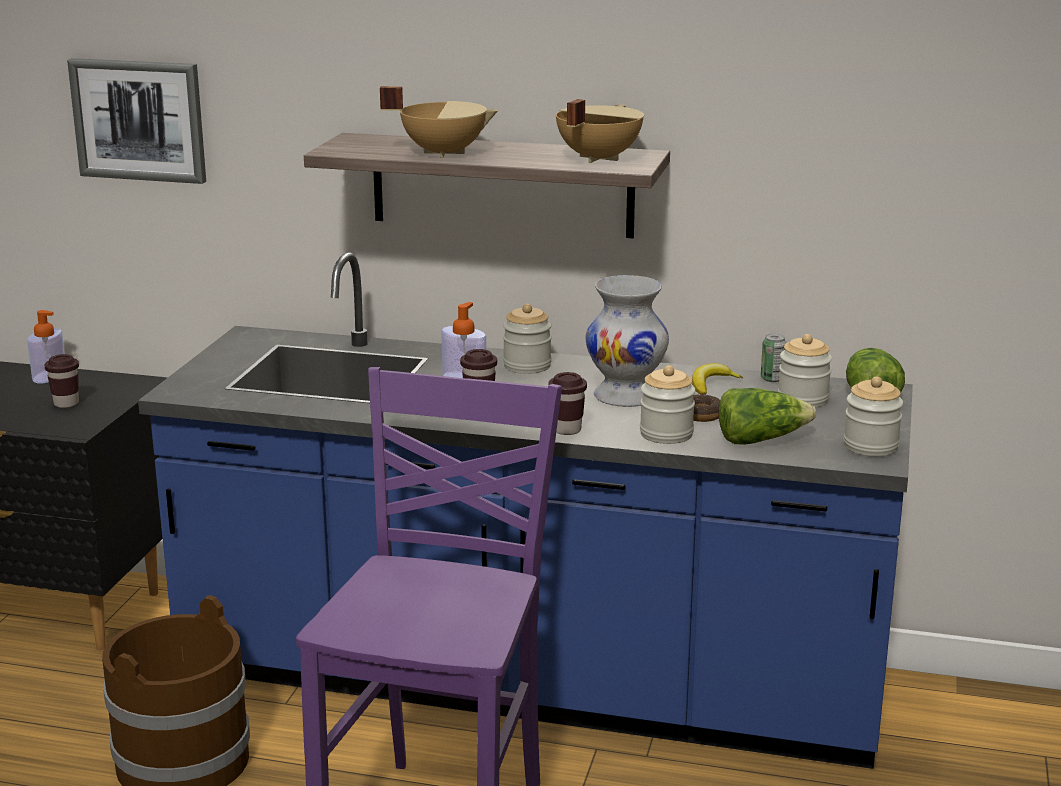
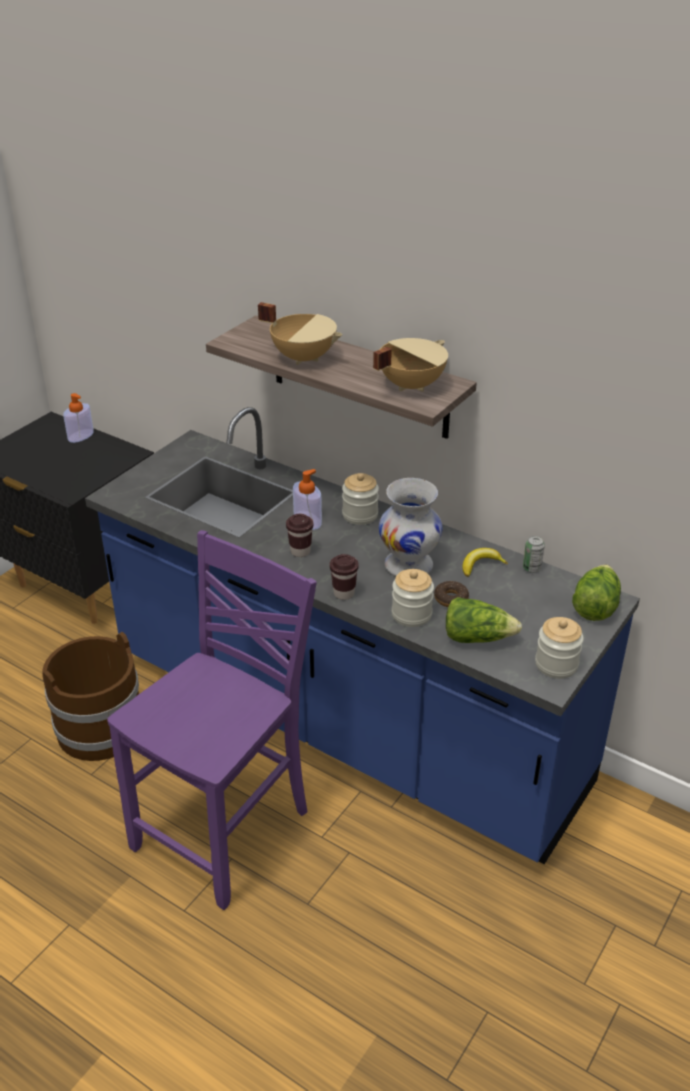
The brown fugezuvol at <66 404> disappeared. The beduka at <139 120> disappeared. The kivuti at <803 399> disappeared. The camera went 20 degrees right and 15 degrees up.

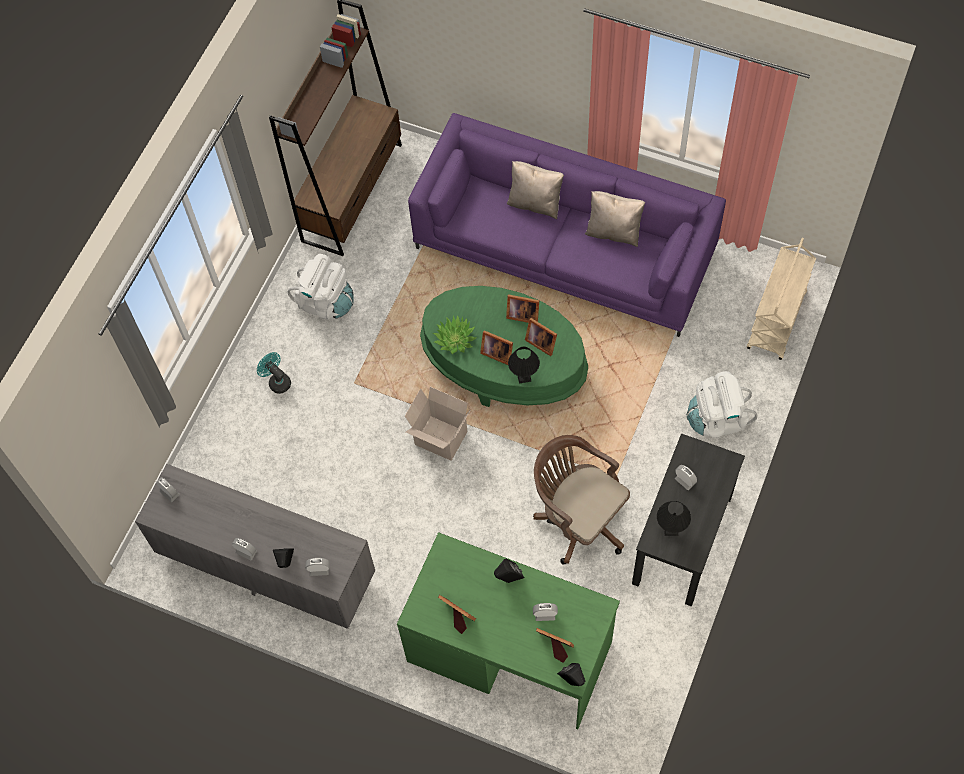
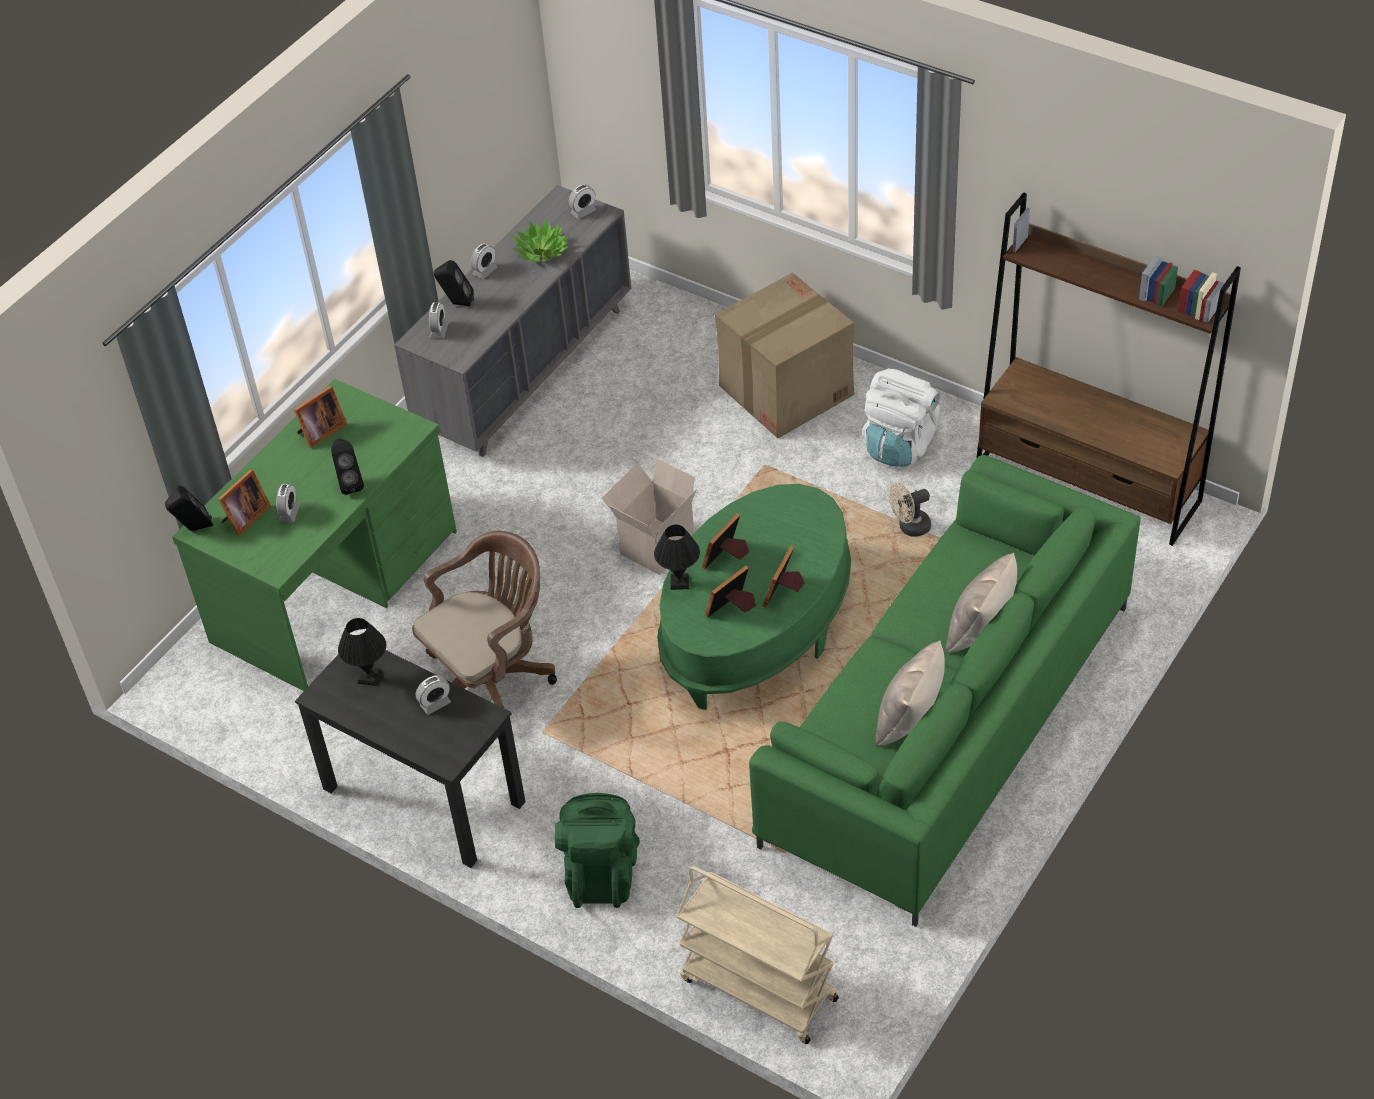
The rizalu moved from <455 339> to <541 251>. The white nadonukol at <717 419> became the green nadonukol at <601 872>. The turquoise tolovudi at <277 381> was replaced by the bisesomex at <785 390>. The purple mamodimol at <564 249> became the green mamodimol at <947 723>. The beige tolovudi at <909 527> appeared. The camera went 100 degrees right and 15 degrees down.

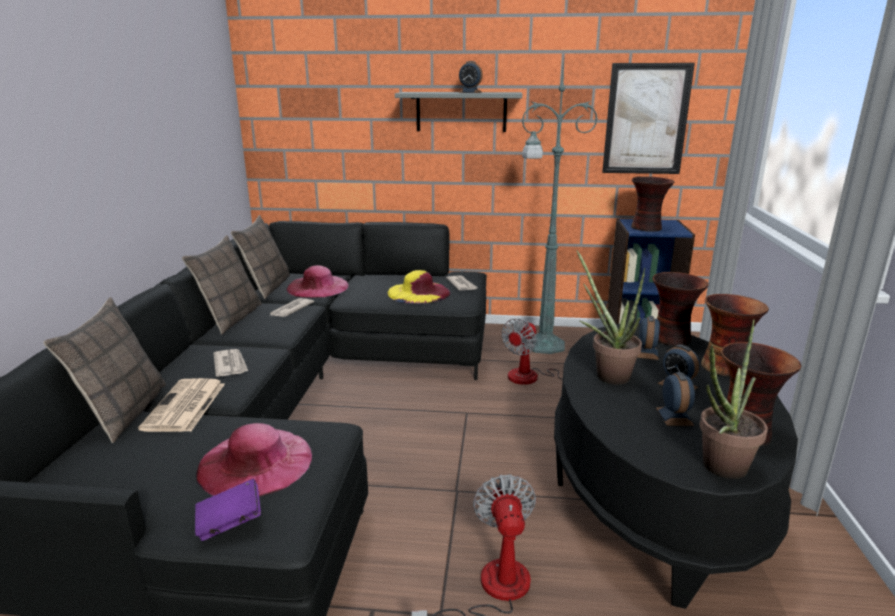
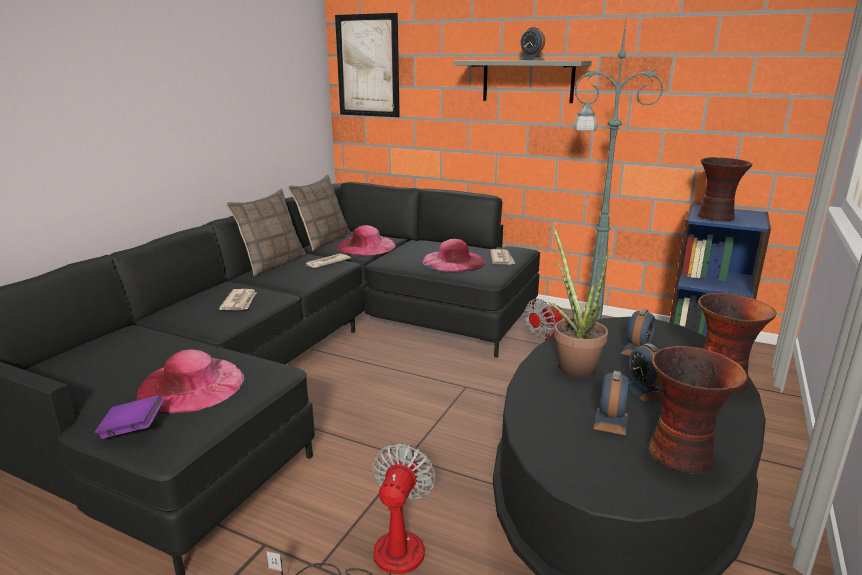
The beduka moved from <646 119> to <368 66>. The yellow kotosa at <418 292> became the pink kotosa at <453 261>. The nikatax at <123 412> disappeared. The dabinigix at <185 407> disappeared. The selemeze at <672 339> disappeared. The rizalu at <719 470> disappeared. The camera went 20 degrees right and 0 degrees up.

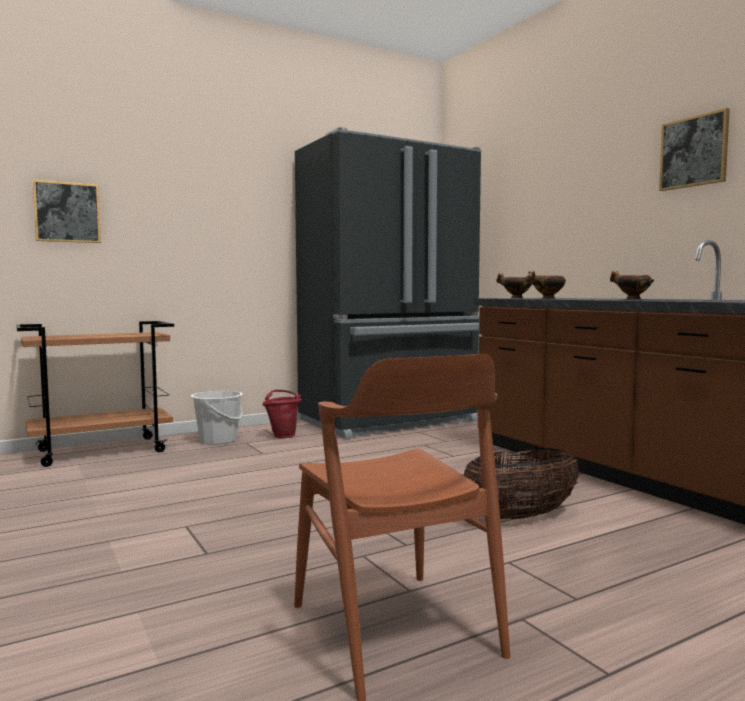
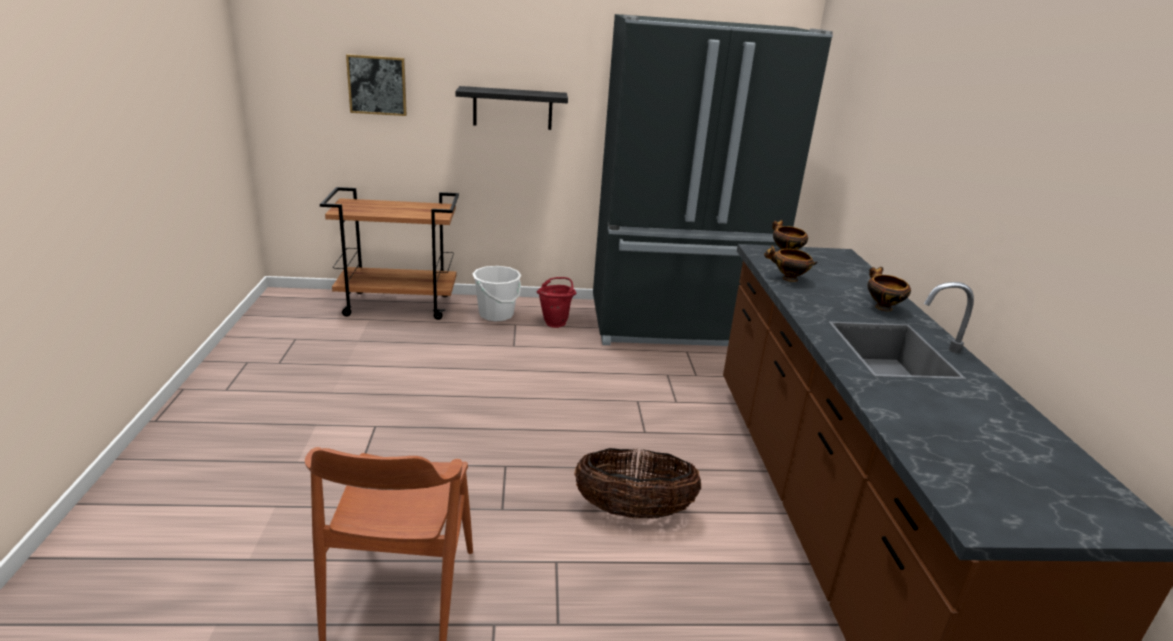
The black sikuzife at <512 108> appeared. The beduka at <694 152> disappeared. The camera went 25 degrees right and 20 degrees up.

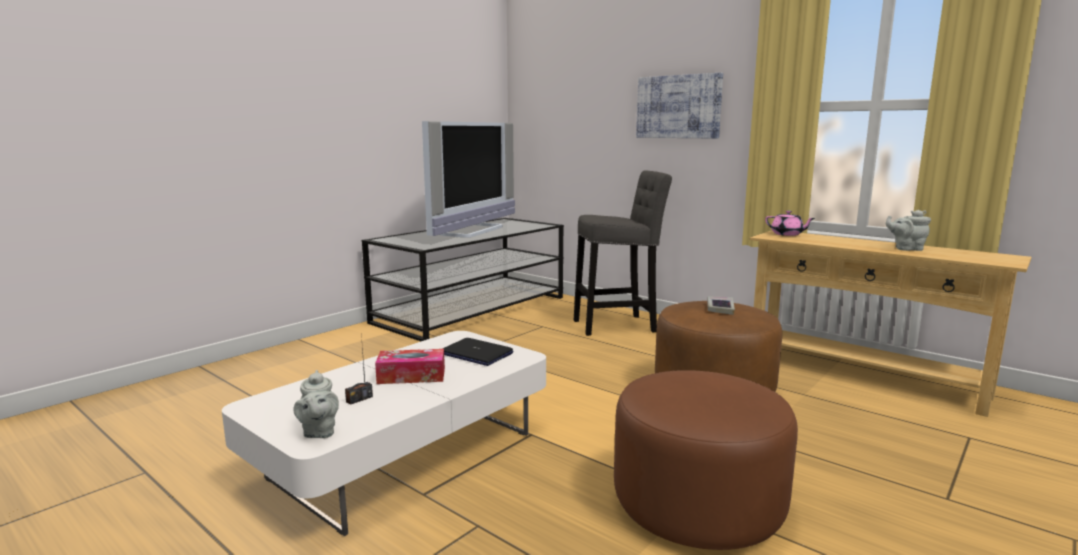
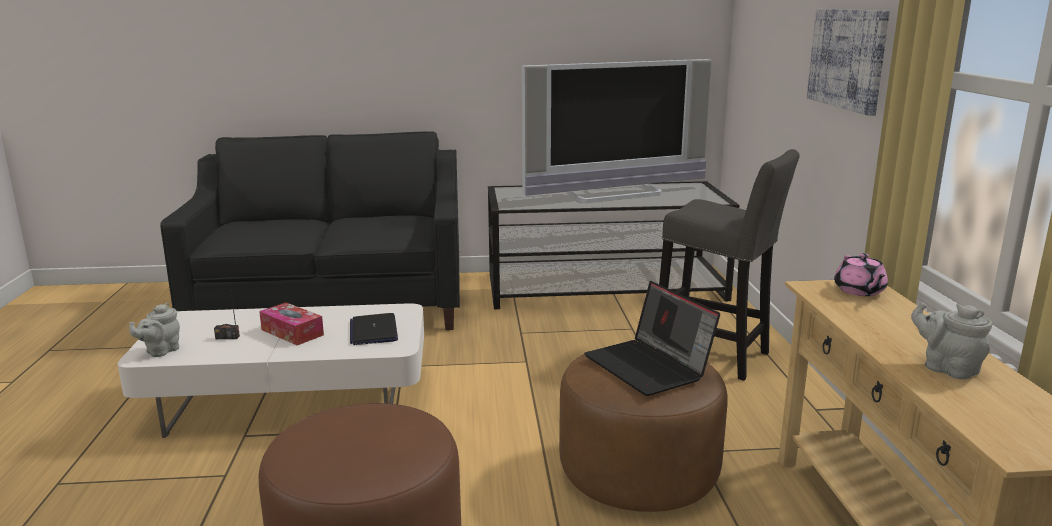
The black mamodimol at <334 304> appeared. The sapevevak at <720 308> was replaced by the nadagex at <650 367>. The camera went 45 degrees right and 5 degrees up.

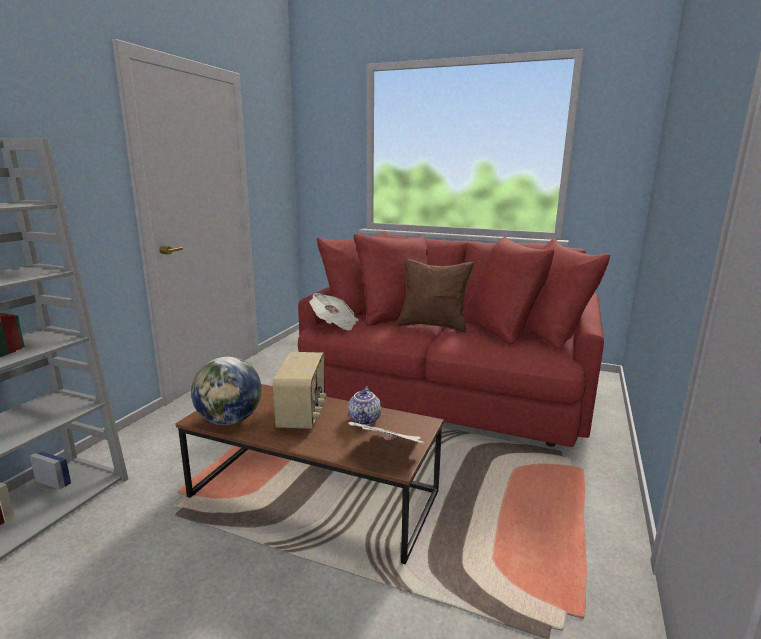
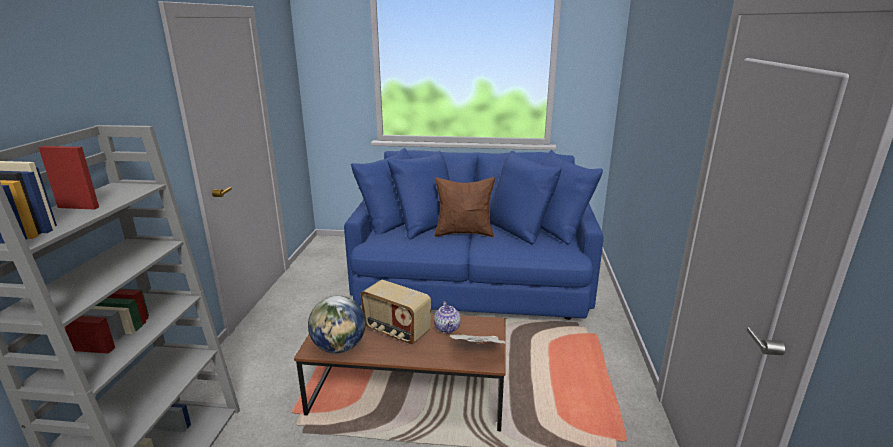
The red mamodimol at <447 387> became the blue mamodimol at <473 279>. The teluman at <303 414> turned 135 degrees clockwise. The dabinigix at <334 324> disappeared. The camera went 15 degrees left and 5 degrees up.

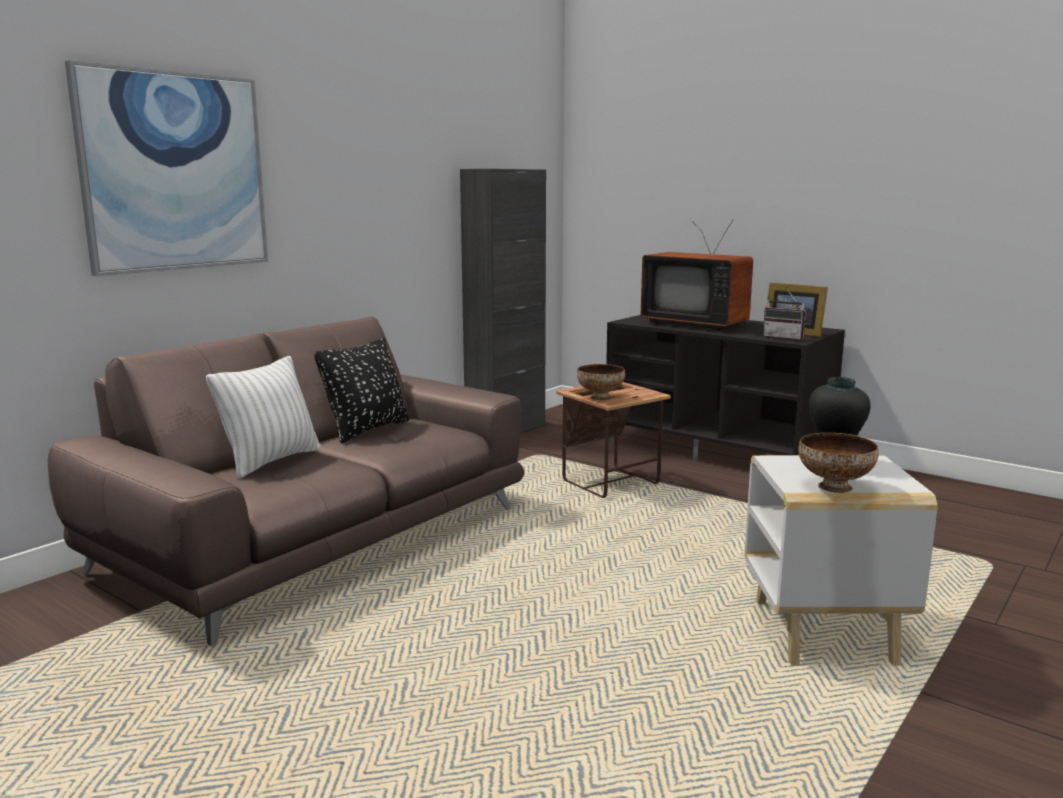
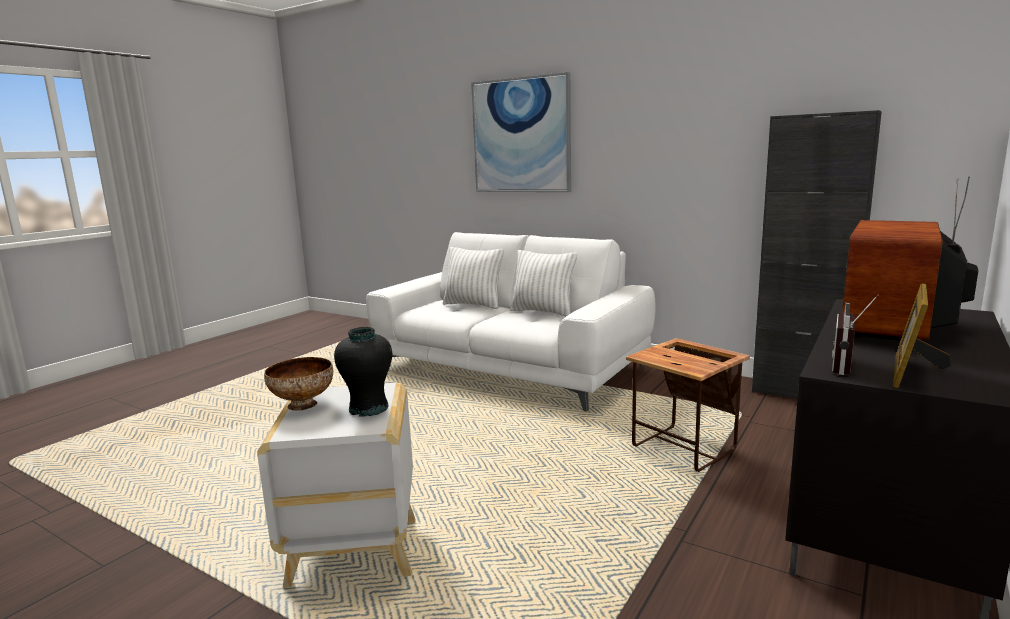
The brown mamodimol at <317 539> became the white mamodimol at <510 367>. The black nikatax at <367 430> became the white nikatax at <543 312>. The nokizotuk at <600 397> disappeared. The camera went 85 degrees right and 0 degrees up.

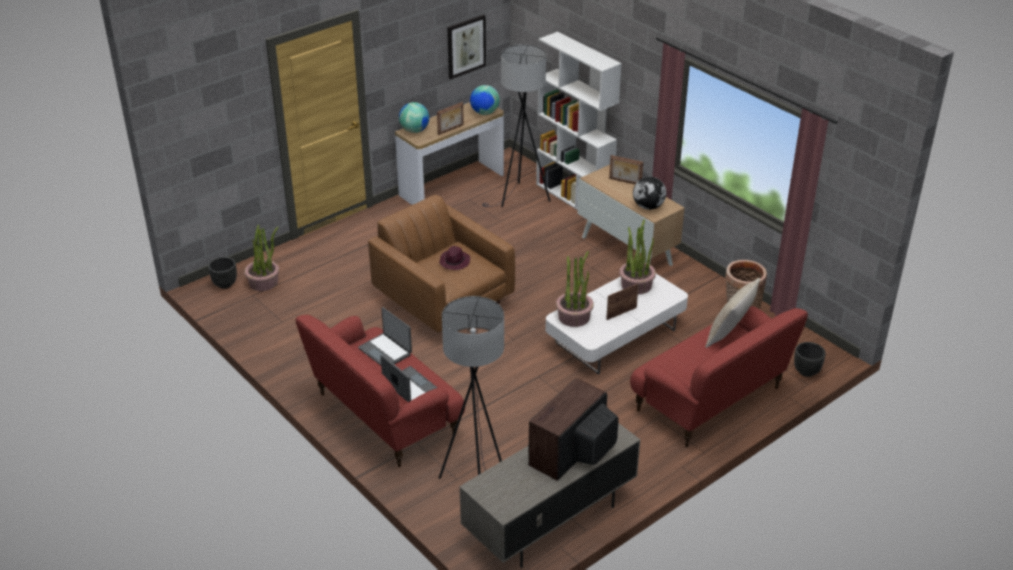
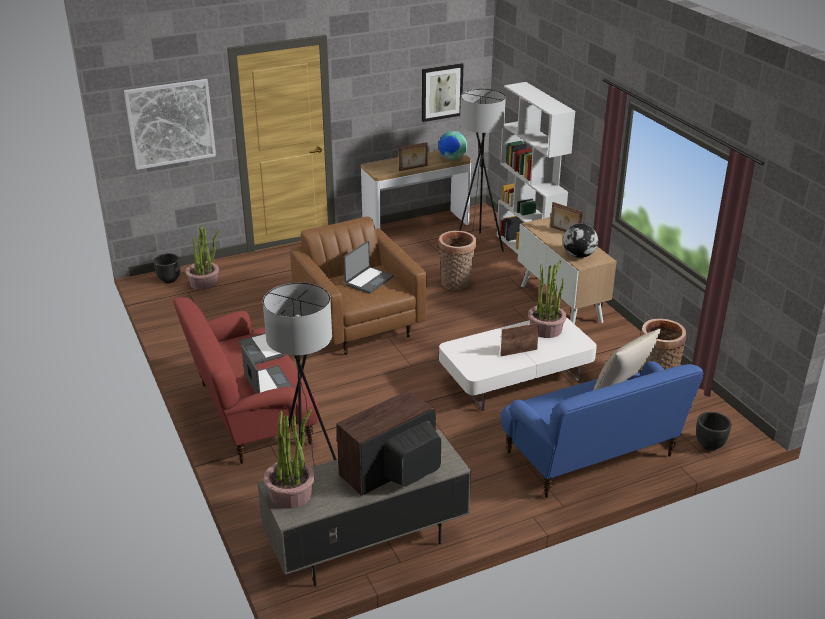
The beduka at <171 123> appeared. The rizalu moved from <574 317> to <291 493>. The purple kotosa at <454 261> was replaced by the nadagex at <368 280>. The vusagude at <456 284> appeared. The red mamodimol at <711 401> became the blue mamodimol at <591 456>. The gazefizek at <414 130> disappeared. The camera went 15 degrees right and 5 degrees down.

